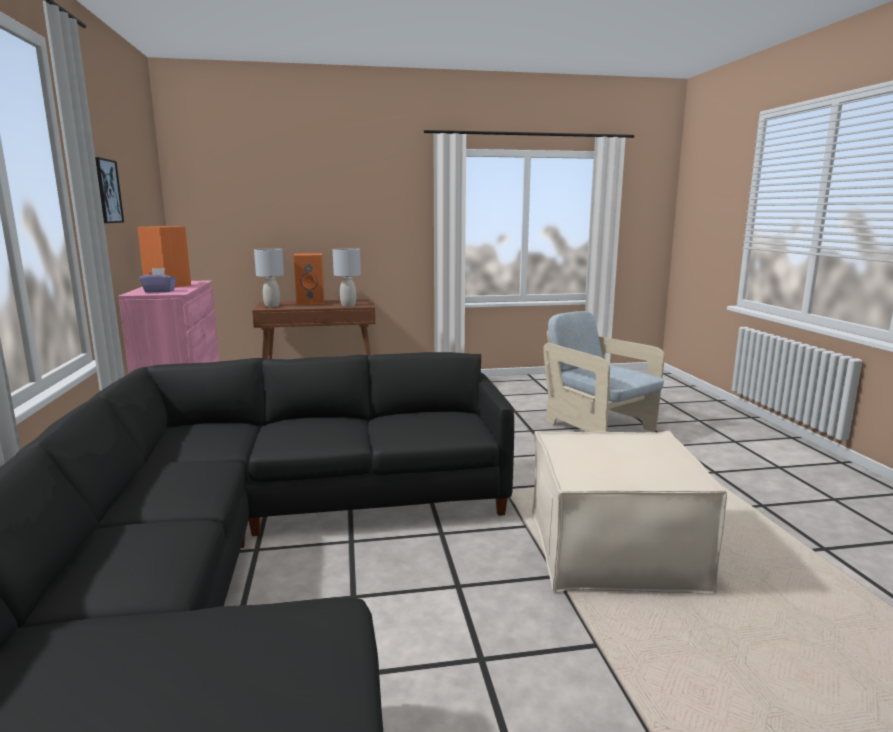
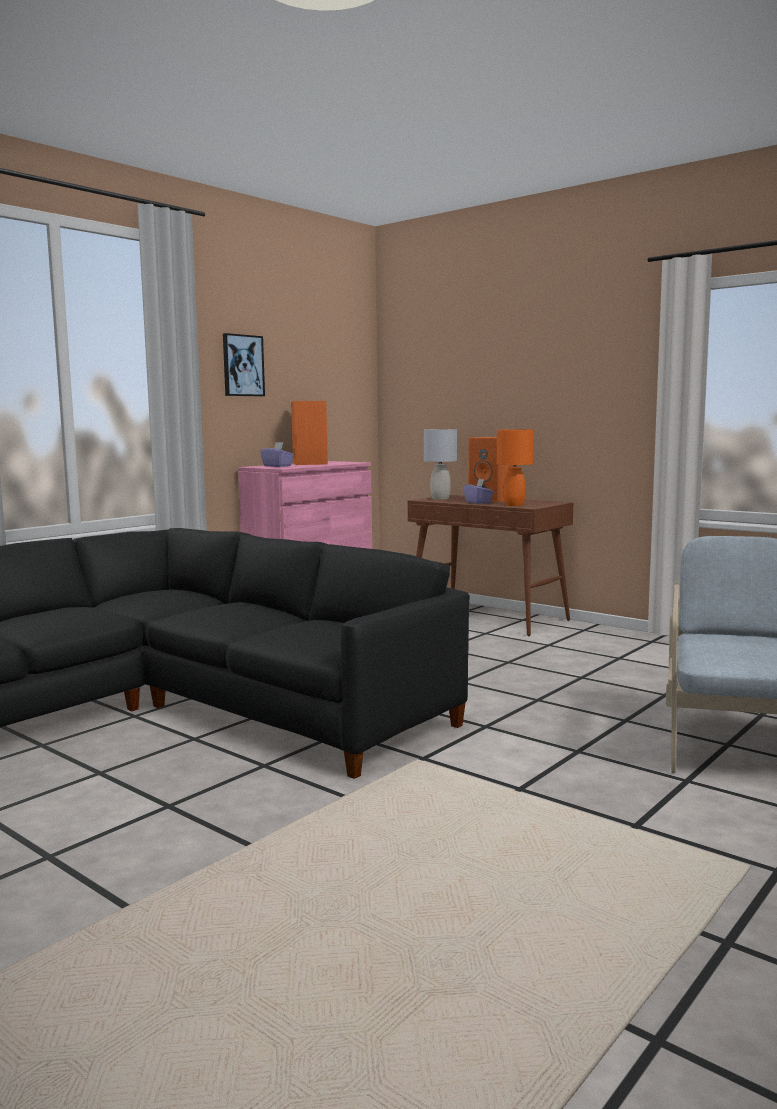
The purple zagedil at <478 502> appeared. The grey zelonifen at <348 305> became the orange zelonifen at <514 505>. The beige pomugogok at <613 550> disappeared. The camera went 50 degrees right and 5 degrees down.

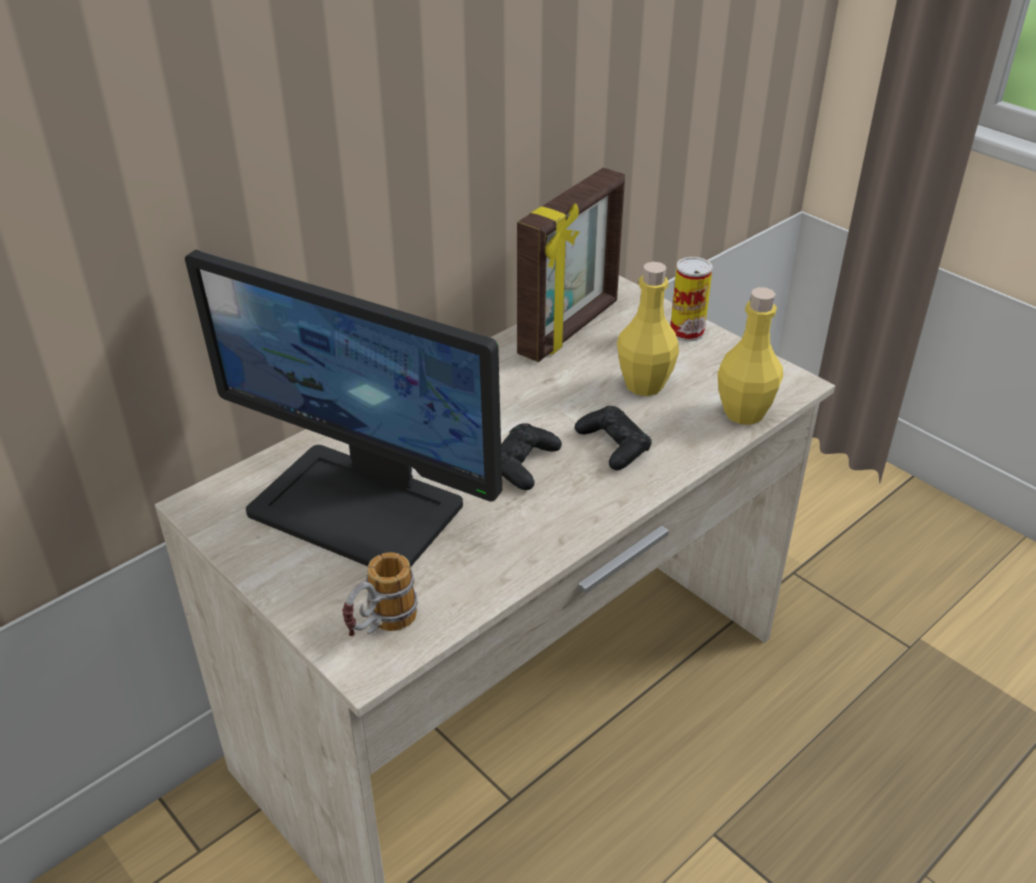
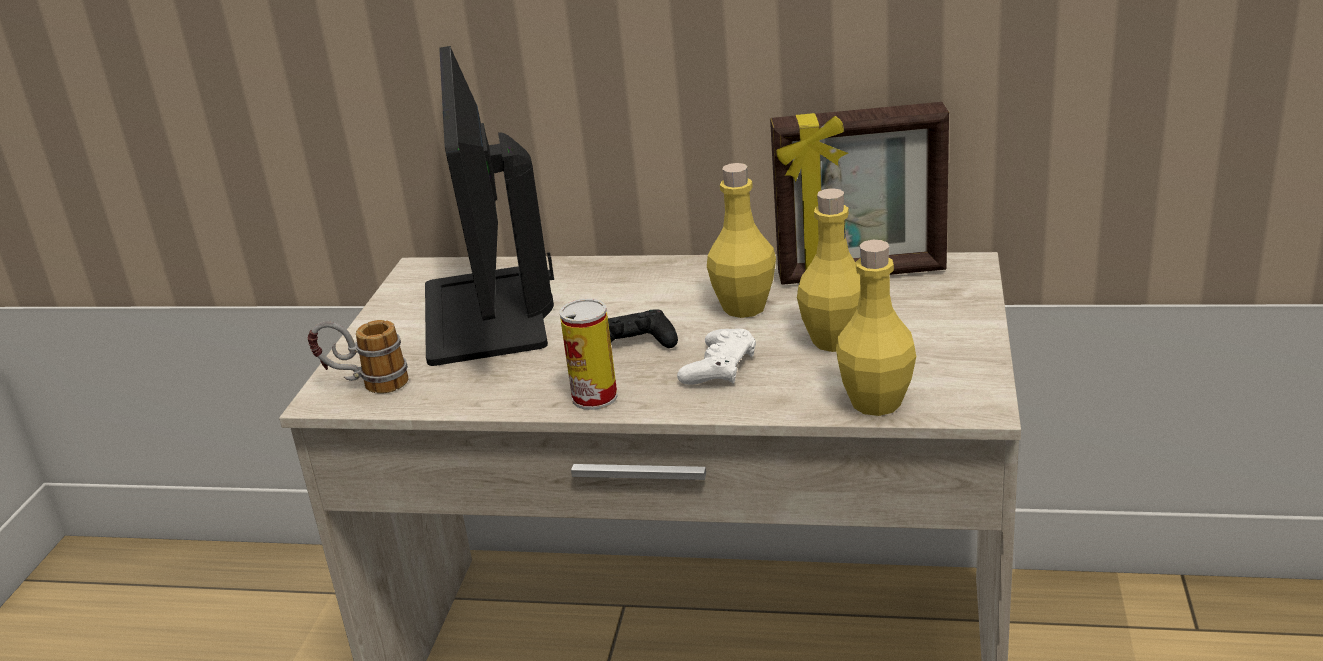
The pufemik moved from <687 331> to <594 397>. The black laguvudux at <614 445> became the white laguvudux at <719 367>. The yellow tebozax at <744 307> appeared. The camera went 55 degrees right and 10 degrees down.

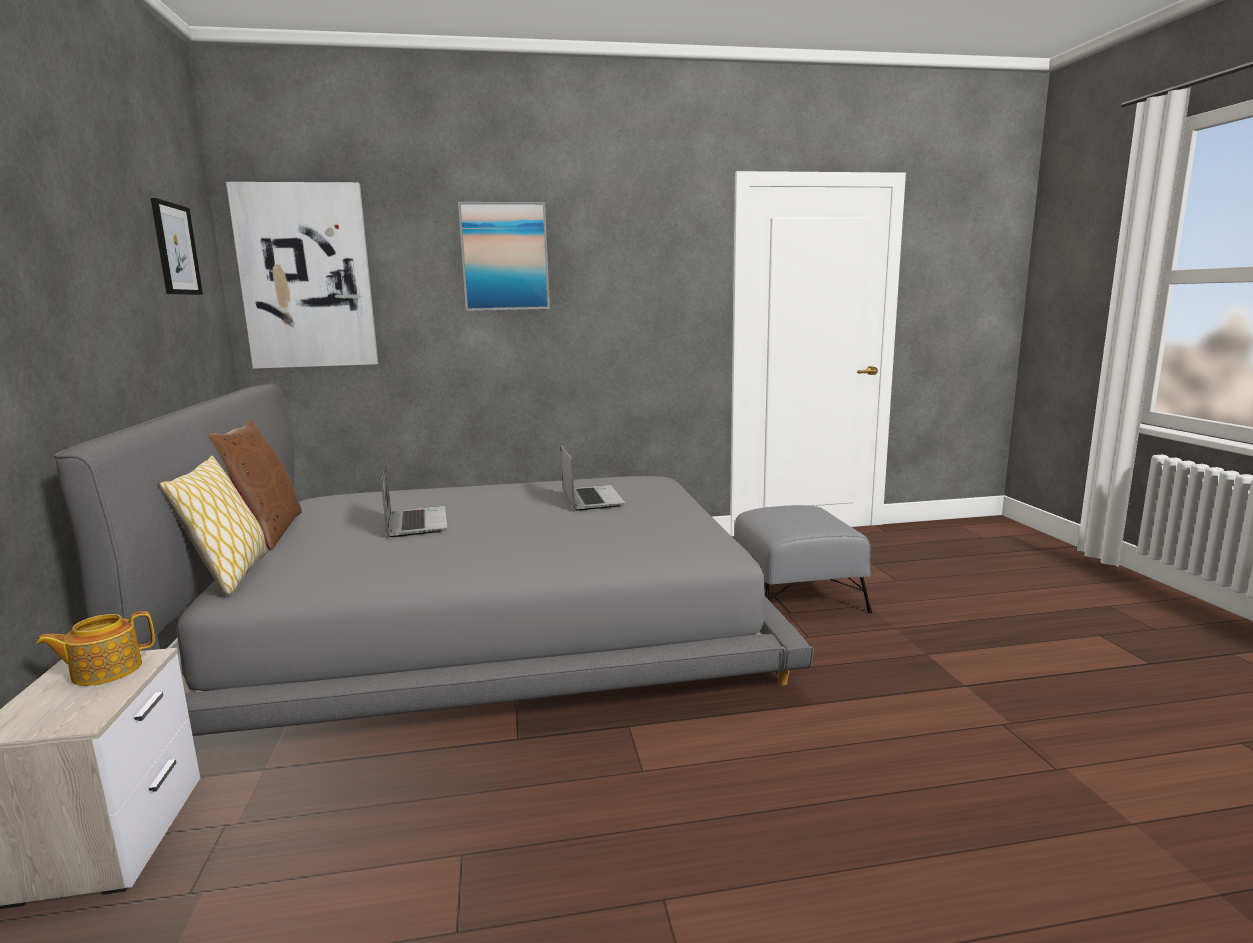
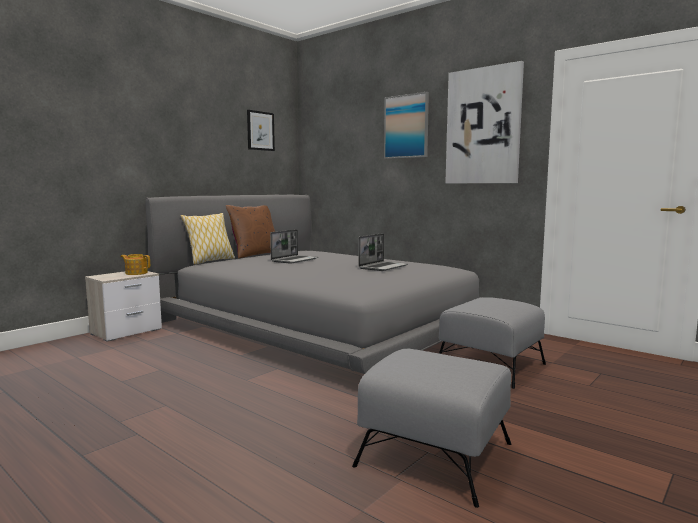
The grey pomugogok at <434 454> appeared. The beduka moved from <306 277> to <483 126>. The camera went 50 degrees right and 5 degrees down.

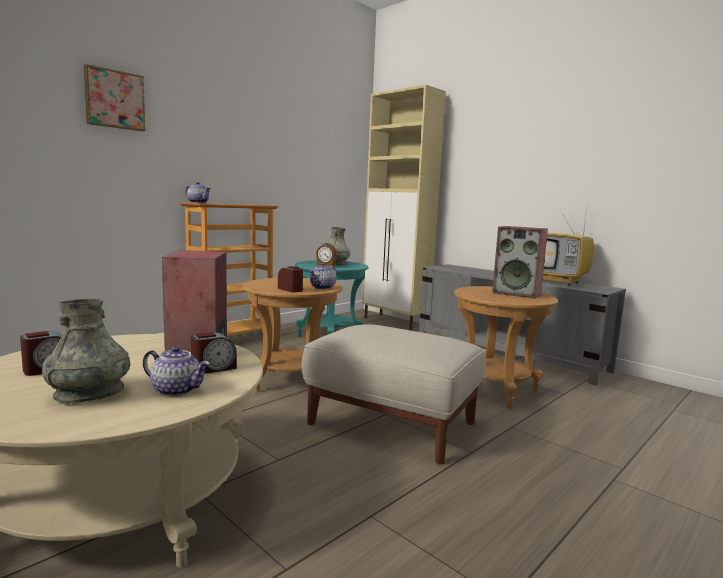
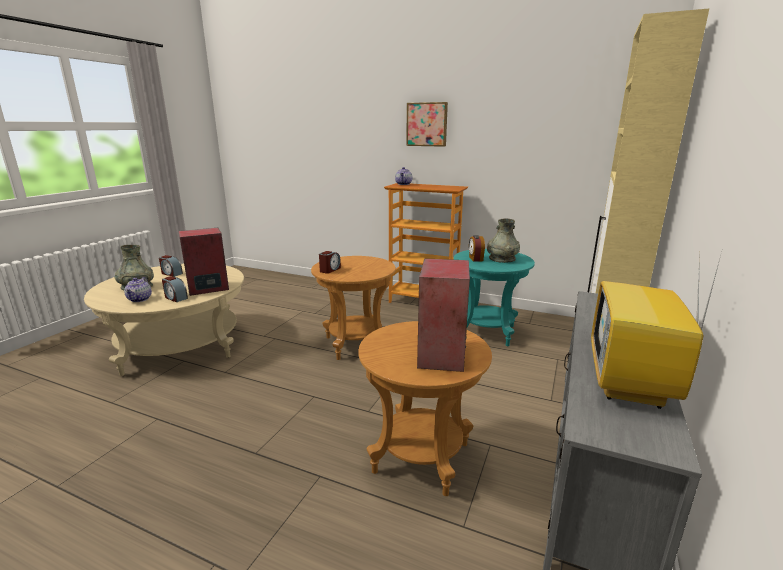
The beduka moved from <114 99> to <427 124>. The beige pomugogok at <392 423> disappeared. The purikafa at <322 287> disappeared. The camera went 70 degrees right and 10 degrees up.

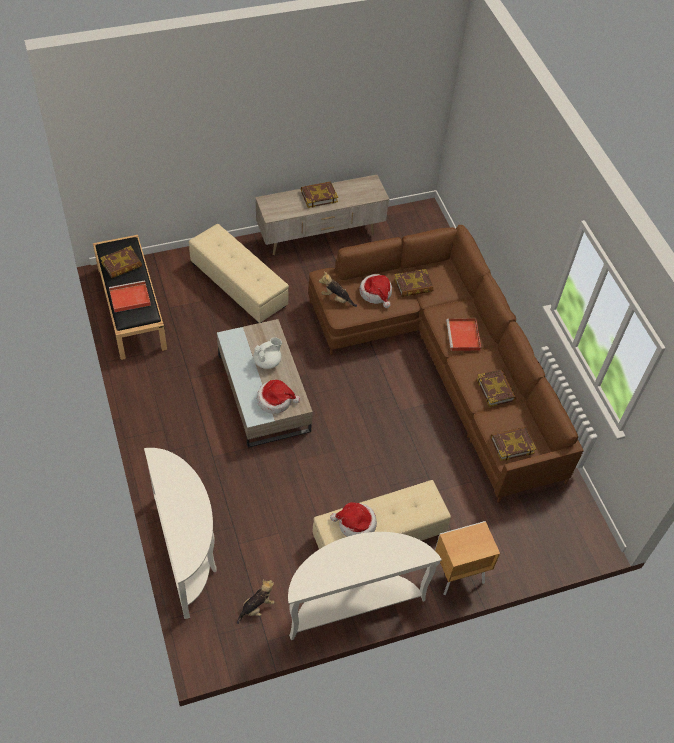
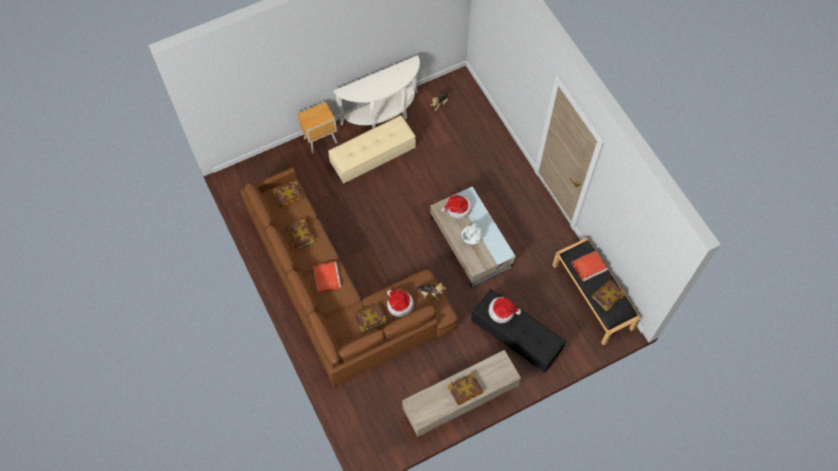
The beige pomugogok at <238 285> became the black pomugogok at <516 335>. The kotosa moved from <355 524> to <502 311>. The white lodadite at <187 551> disappeared. The camera went 175 degrees right and 10 degrees up.

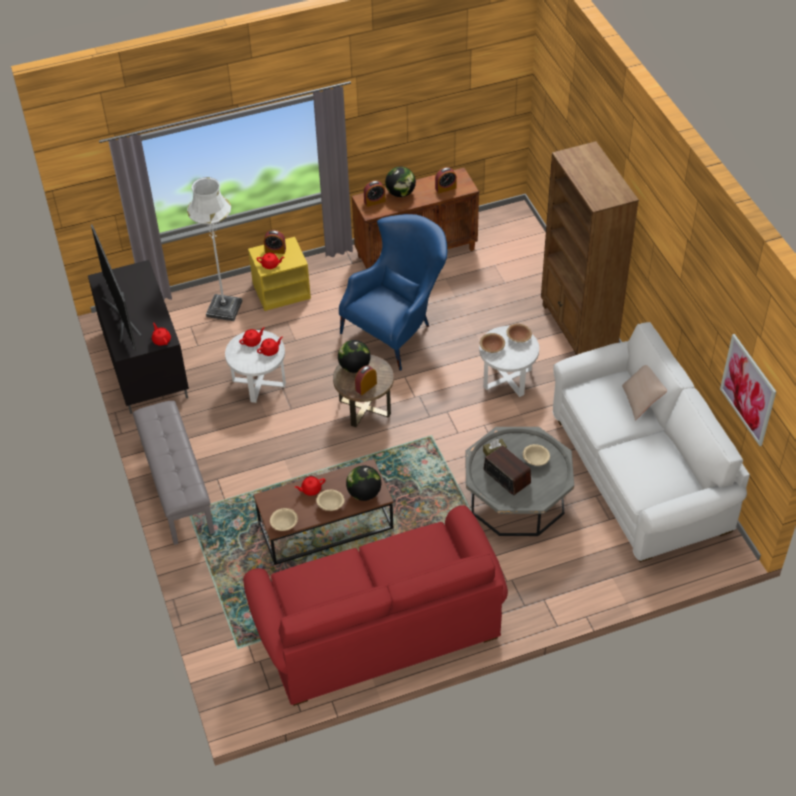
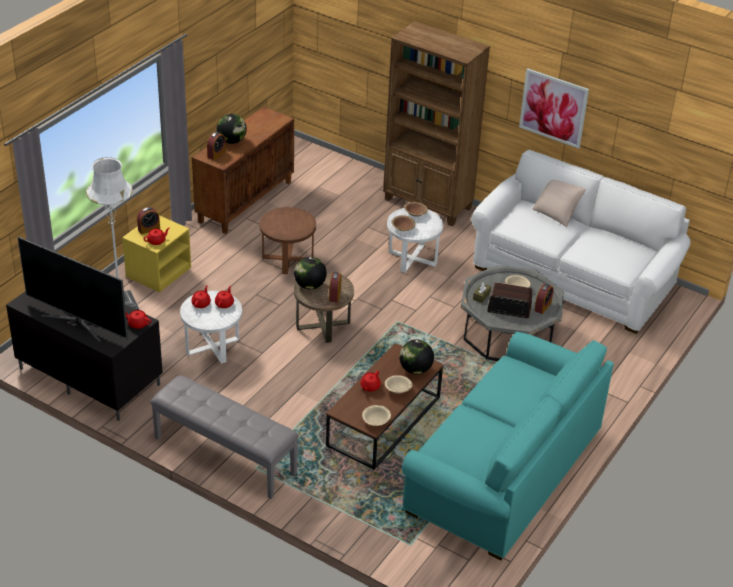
The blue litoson at <398 327> was replaced by the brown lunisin at <287 258>. The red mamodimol at <378 627> became the turquoise mamodimol at <504 471>. The beduka moved from <748 389> to <553 108>. The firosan moved from <445 188> to <543 306>. The camera went 40 degrees left and 10 degrees down.

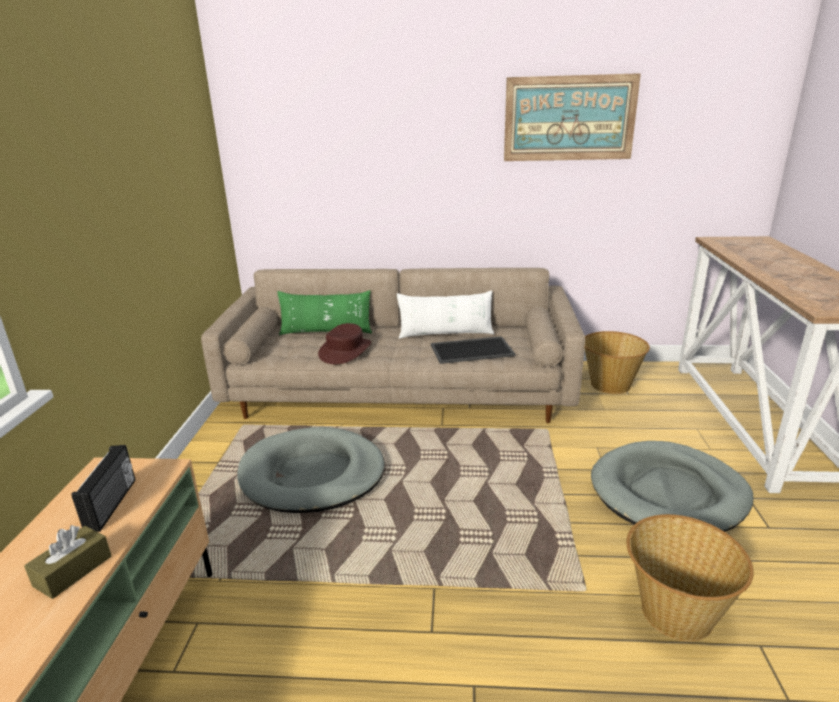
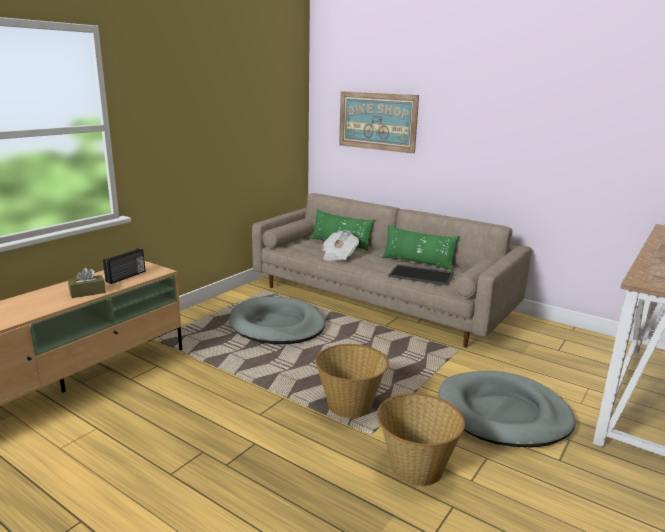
The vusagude moved from <610 384> to <350 405>. The brown kotosa at <345 351> was replaced by the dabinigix at <338 256>. The beduka moved from <569 118> to <377 121>. The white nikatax at <445 334> became the green nikatax at <417 262>. The camera went 30 degrees right and 5 degrees down.

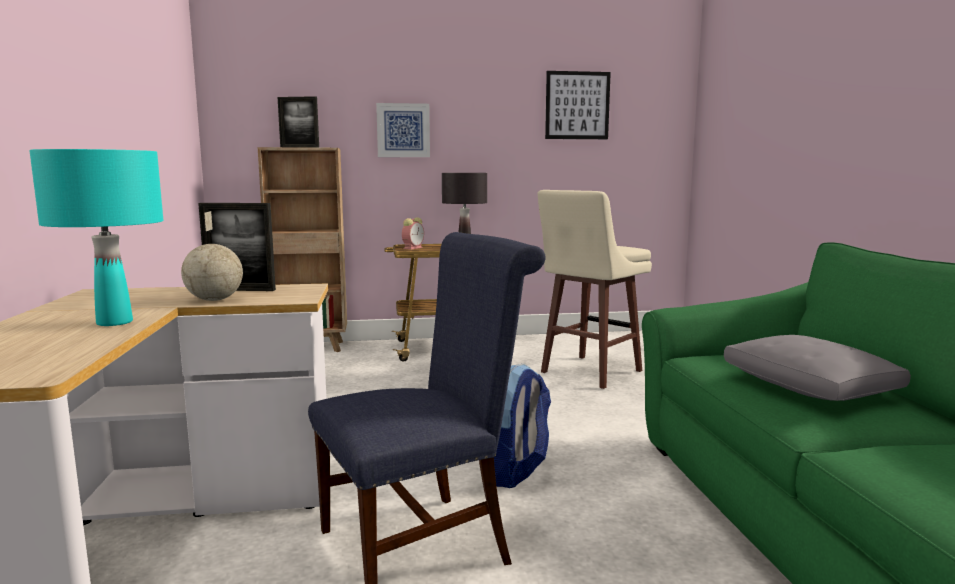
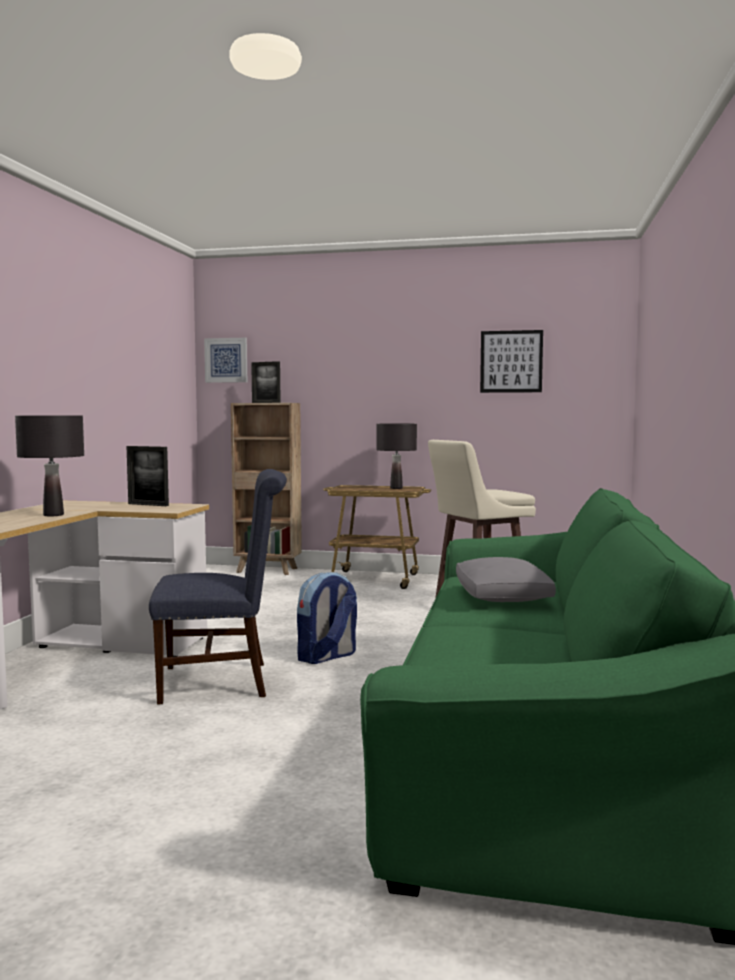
The turquoise zelonifen at <114 322> became the black zelonifen at <53 515>. The beduka moved from <403 130> to <226 360>. The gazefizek at <215 300> disappeared. The firosan at <413 248> disappeared. The camera went 20 degrees right and 5 degrees down.

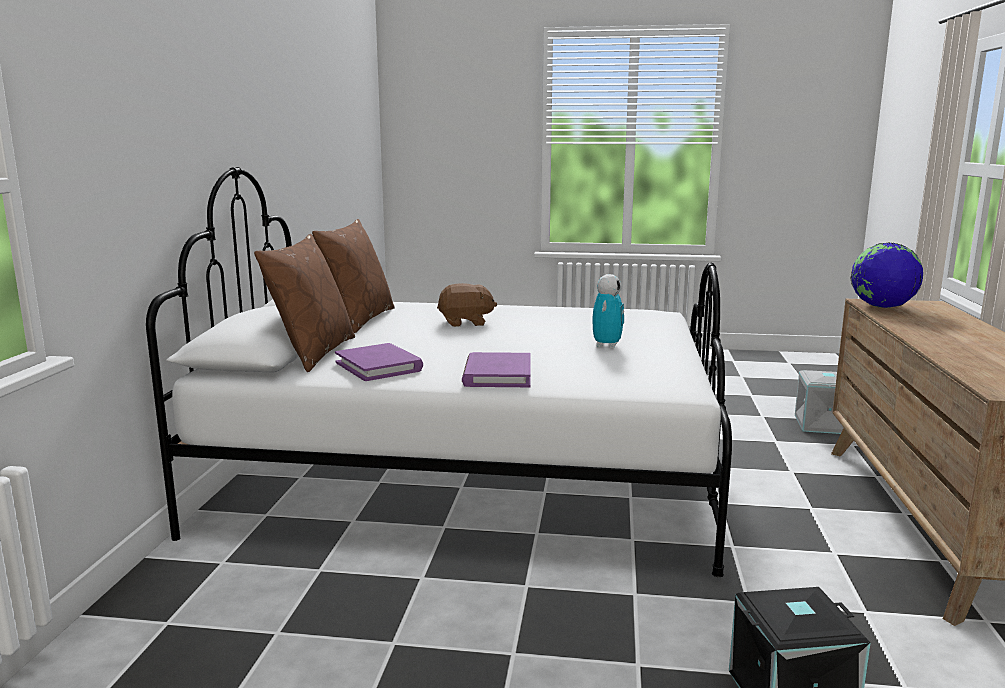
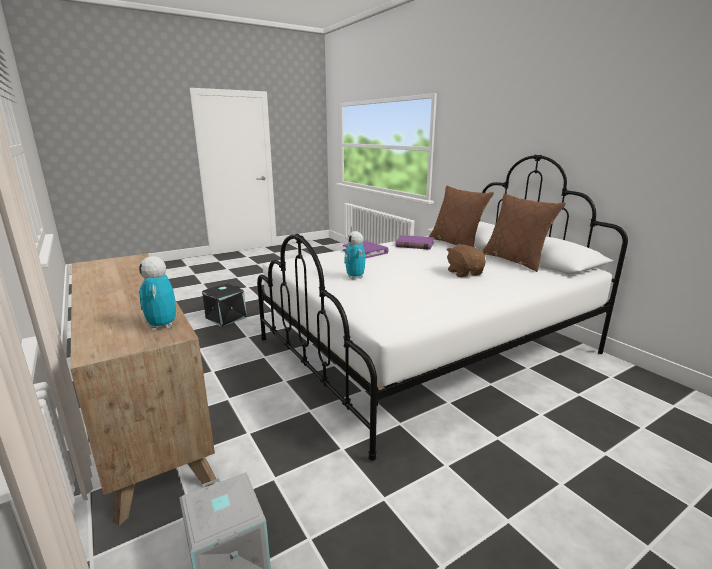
The gazefizek at <882 307> was replaced by the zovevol at <162 326>. The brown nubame at <466 323> turned 120 degrees clockwise. The camera went 140 degrees right and 5 degrees up.

